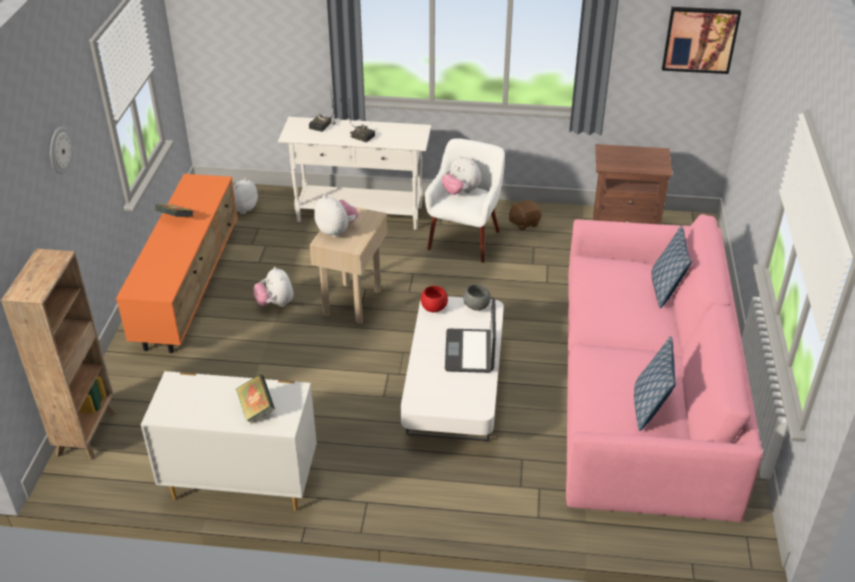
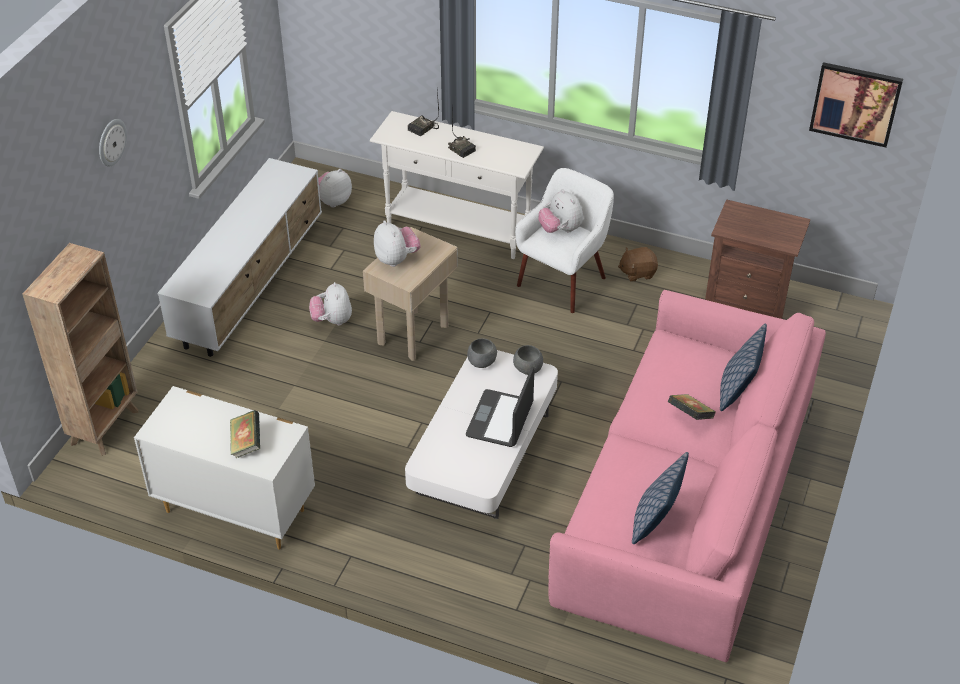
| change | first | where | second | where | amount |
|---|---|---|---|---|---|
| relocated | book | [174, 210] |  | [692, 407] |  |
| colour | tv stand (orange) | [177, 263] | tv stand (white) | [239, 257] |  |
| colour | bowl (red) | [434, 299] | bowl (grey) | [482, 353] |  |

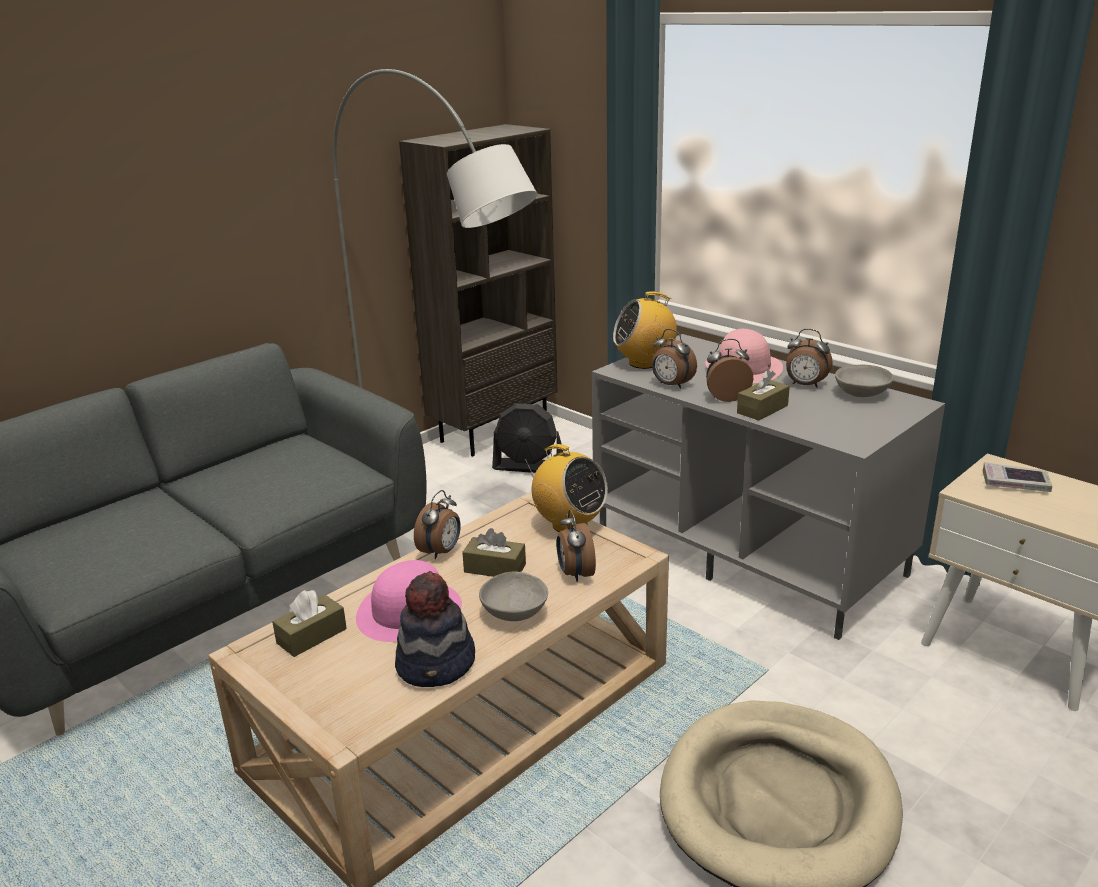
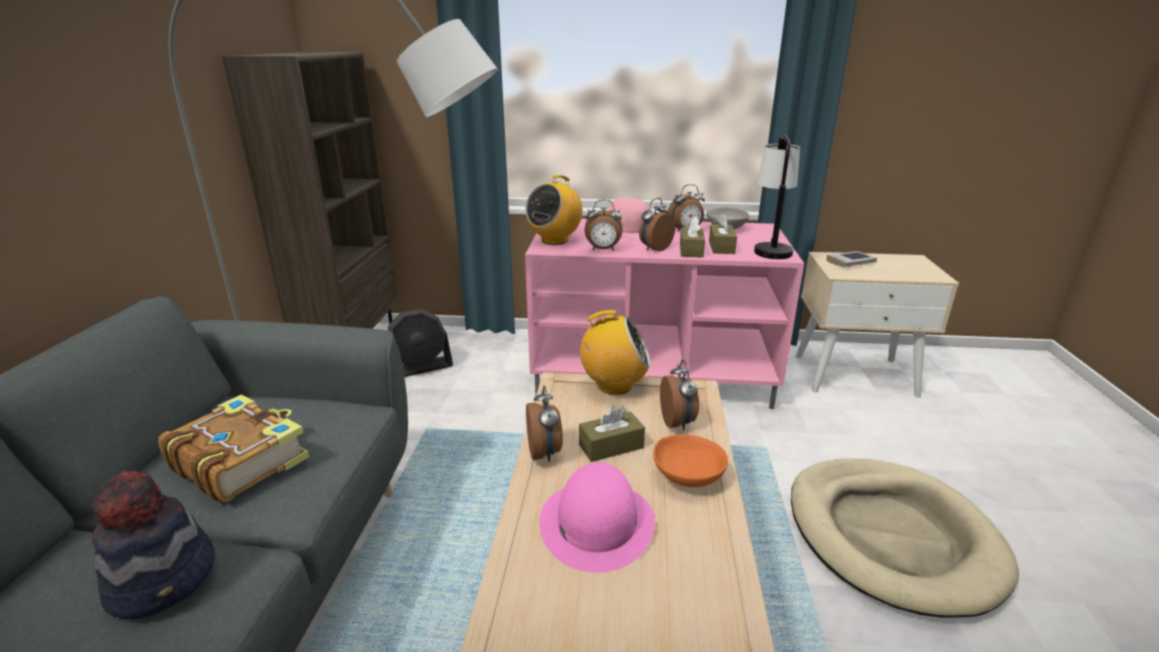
| change | first | where | second | where | amount |
|---|---|---|---|---|---|
| appeared |  |  | book | [233, 448] |  |
| appeared |  |  | table lamp | [777, 196] |  |
| relocated | tissue box (brown) | [309, 623] |  | [723, 233] |  |
| relocated | hat | [435, 629] |  | [153, 545] |  |
| colour | bowl (grey) | [513, 596] | bowl (orange) | [690, 461] |  |
| colour | tv stand (grey) | [768, 487] | tv stand (pink) | [664, 314] |  |
| spun | alarm clock | [576, 546] |  | [679, 395] | 135 degrees counterclockwise |

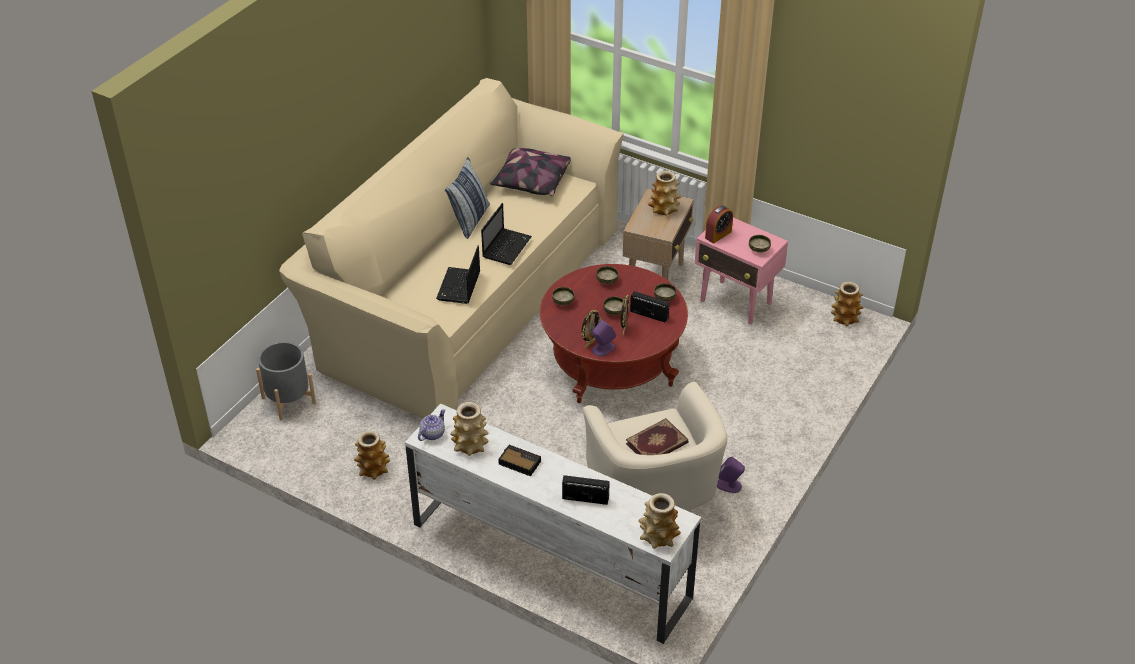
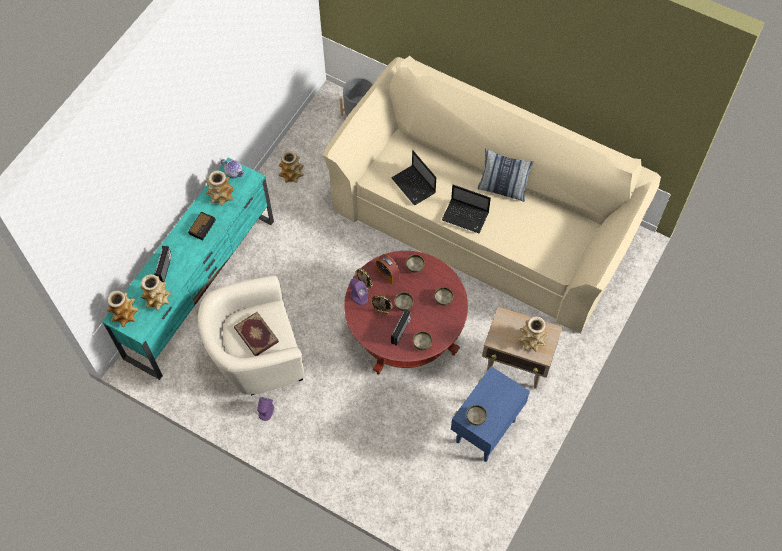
| change | first | where | second | where | amount |
|---|---|---|---|---|---|
| missing | pillow | [530, 172] |  |  |  |
| relocated | alarm clock | [719, 224] |  | [387, 269] |  |
| relocated | vase | [847, 304] |  | [155, 292] |  |
| colour | tv stand (white) | [553, 523] | tv stand (turquoise) | [188, 268] |  |
| colour | side table (pink) | [741, 271] | side table (blue) | [490, 414] |  |
| spun | laptop | [458, 274] |  | [413, 177] | 135 degrees counterclockwise |

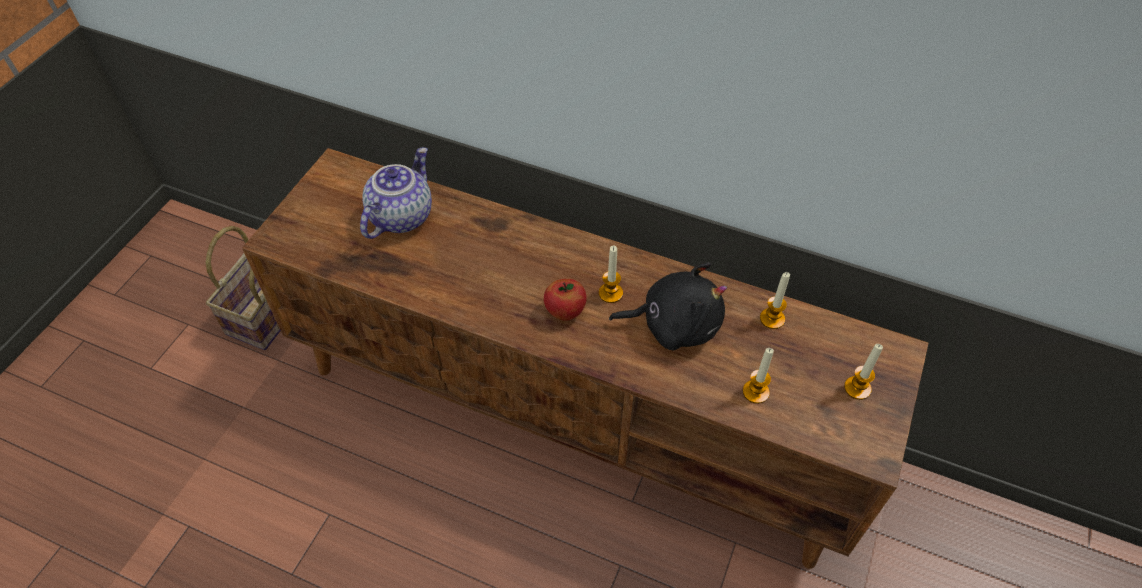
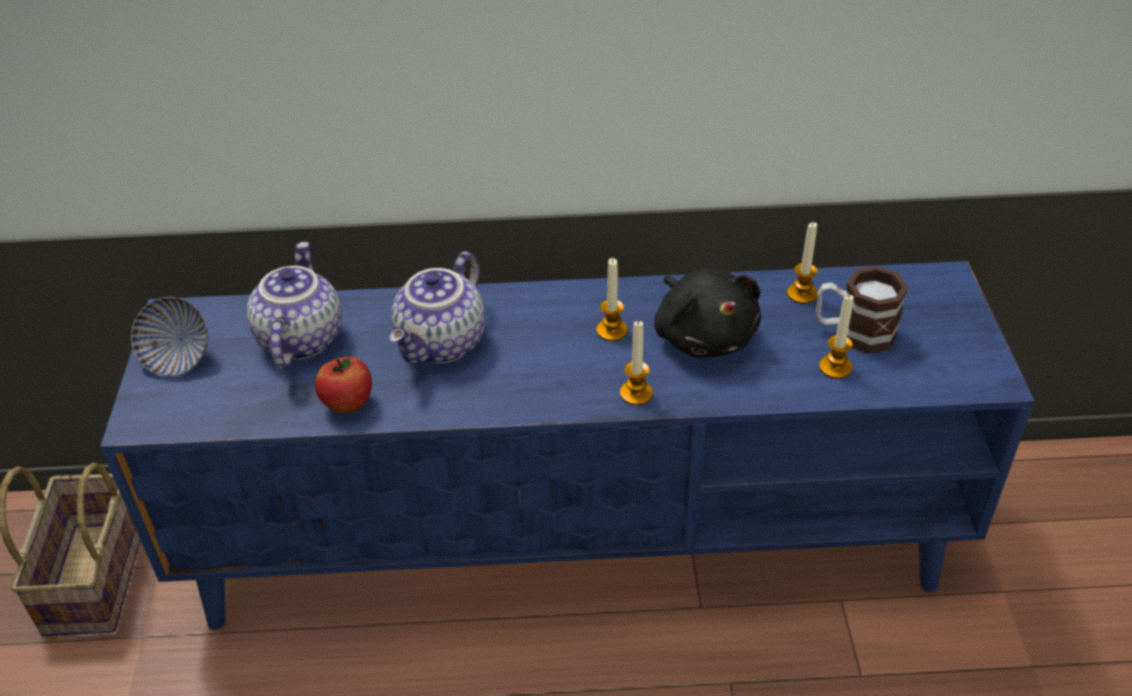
| change | first | where | second | where | amount |
|---|---|---|---|---|---|
| appeared |  |  | bowl | [169, 337] |  |
| appeared |  |  | teapot | [437, 307] |  |
| appeared |  |  | mug | [862, 310] |  |
| relocated | apple | [565, 300] |  | [343, 385] |  |
| relocated | candle | [863, 372] |  | [636, 362] |  |
| colour | tv stand (brown) | [585, 358] | tv stand (blue) | [567, 445] |  |
| spun | plush toy (black) | [668, 306] |  | [707, 313] | 90 degrees clockwise |

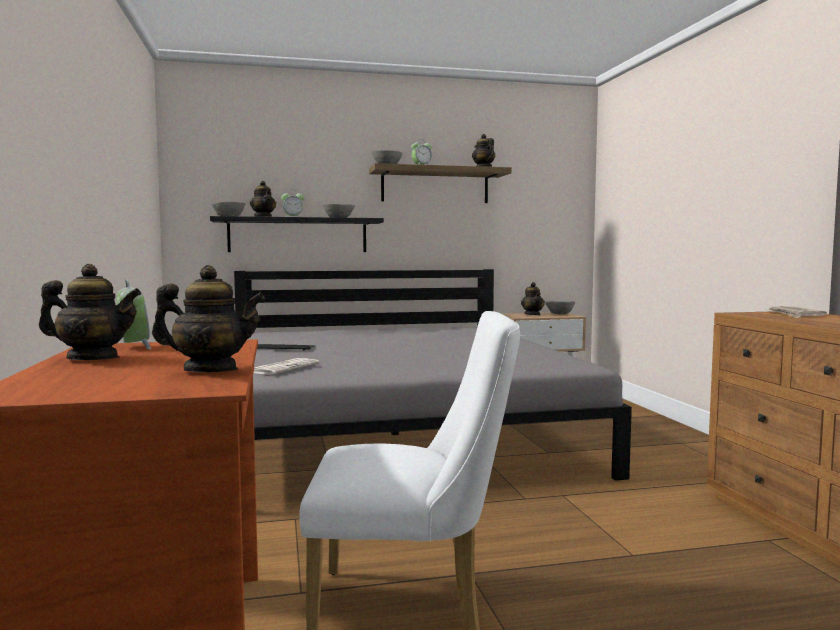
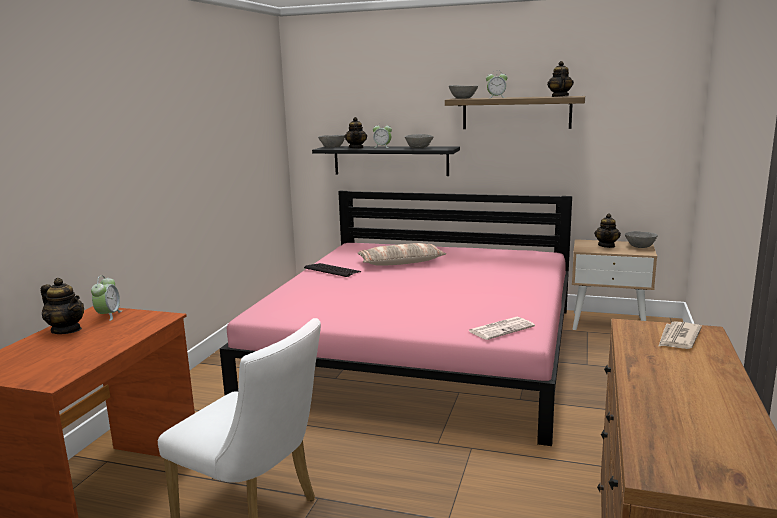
| change | first | where | second | where | amount |
|---|---|---|---|---|---|
| missing | teapot | [208, 318] |  |  |  |
| appeared |  |  | pillow | [402, 254] |  |
| relocated | newspaper | [287, 366] |  | [502, 328] |  |
| colour | bed (grey) | [433, 375] | bed (pink) | [396, 318] |  |

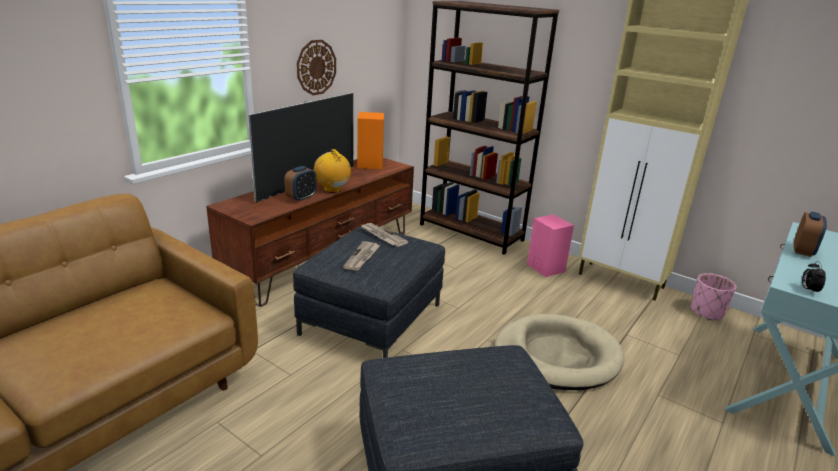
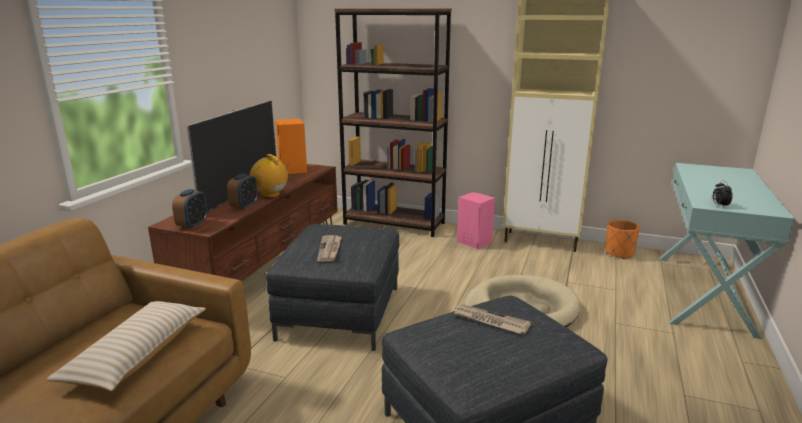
| change | first | where | second | where | amount |
|---|---|---|---|---|---|
| missing | wall clock | [316, 67] |  |  |  |
| appeared |  |  | pillow (beige) | [126, 346] |  |
| relocated | newspaper | [384, 235] |  | [491, 319] |  |
| relocated | alarm clock | [810, 234] |  | [190, 209] |  |
| colour | planter (pink) | [713, 296] | planter (orange) | [622, 239] |  |

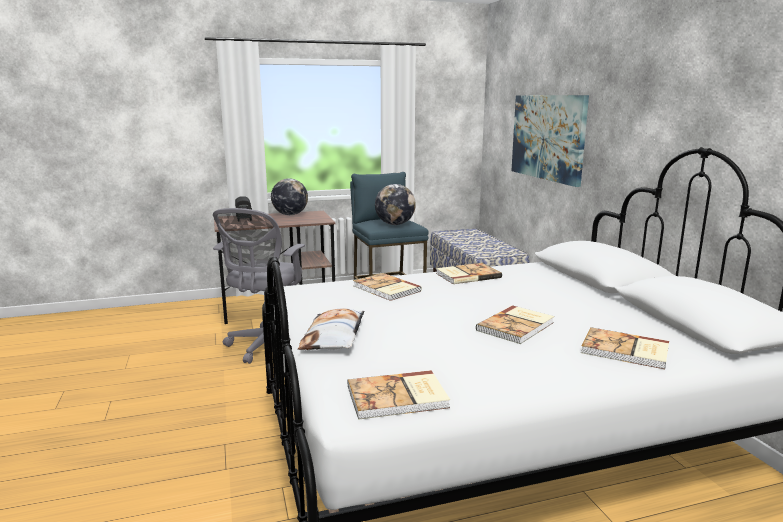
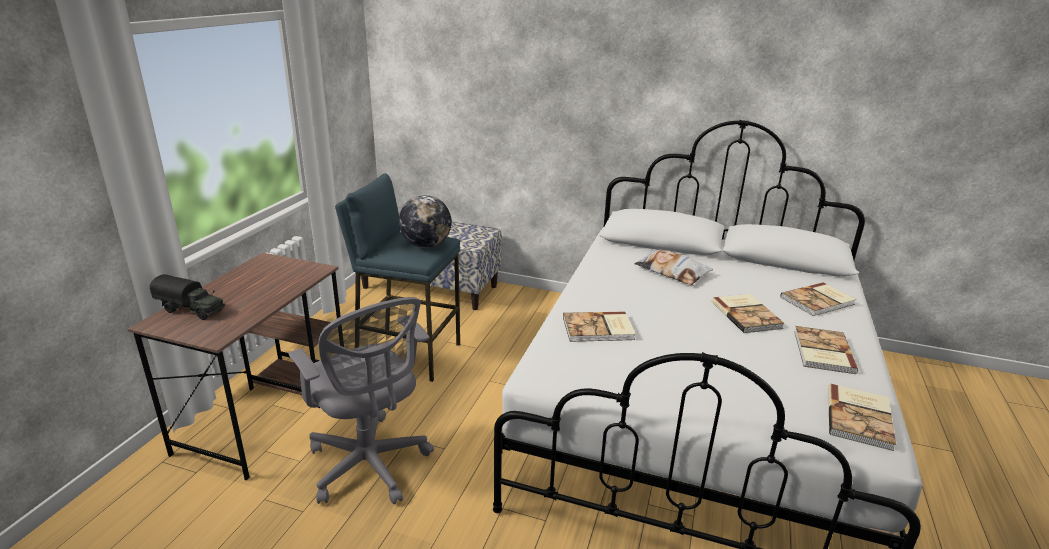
| change | first | where | second | where | amount |
|---|---|---|---|---|---|
| missing | globe | [289, 196] |  |  |  |
| missing | picture | [550, 141] |  |  |  |
| relocated | pillow | [331, 329] |  | [673, 267] |  |
| relocated | book | [469, 273] |  | [826, 350] |  |

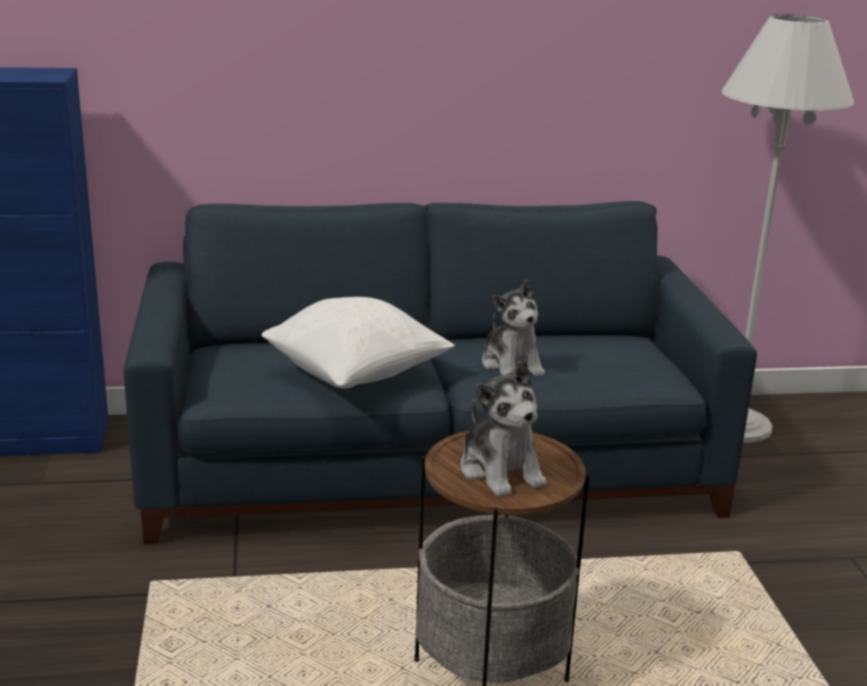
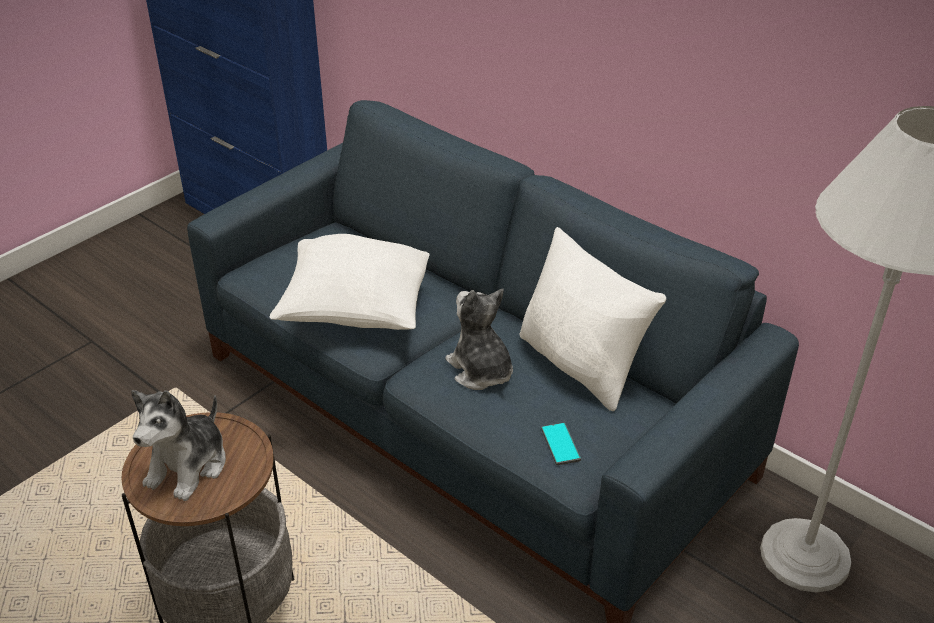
| change | first | where | second | where | amount |
|---|---|---|---|---|---|
| appeared |  |  | pillow (white) | [593, 319] |  |
| appeared |  |  | phone | [561, 443] |  |
| spun | plush toy | [513, 328] |  | [479, 339] | 120 degrees clockwise |

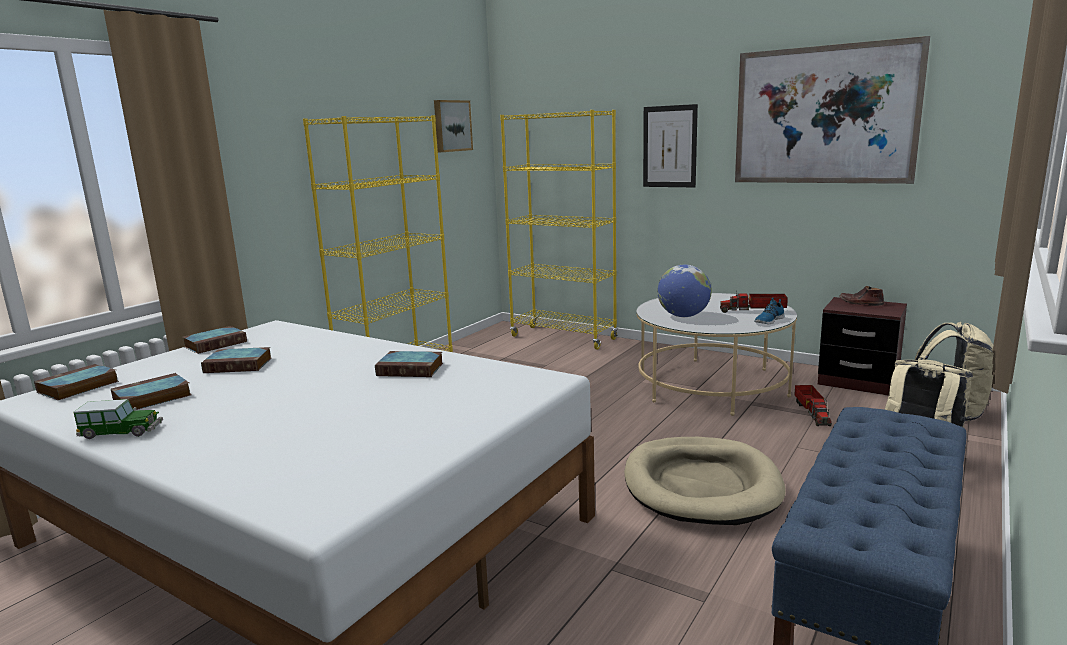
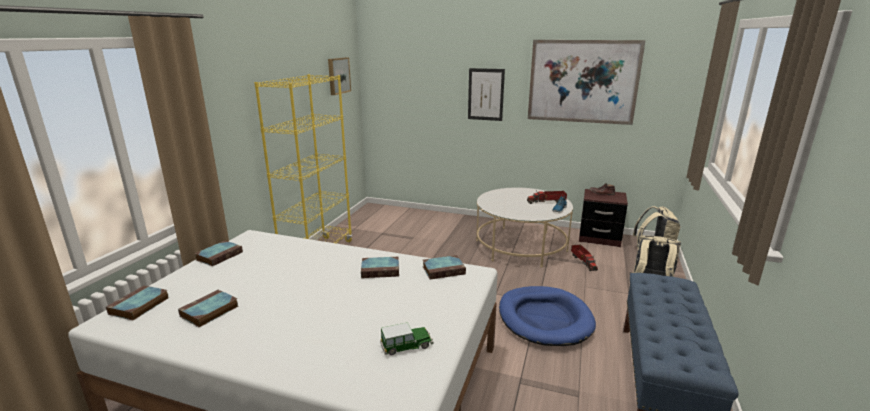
| change | first | where | second | where | amount |
|---|---|---|---|---|---|
| missing | bookcase (yellow) | [559, 230] |  |  |  |
| missing | globe | [684, 290] |  |  |  |
| relocated | toy car | [118, 419] |  | [407, 338] |  |
| relocated | book | [236, 360] |  | [444, 267] |  |
| colour | dog bed (beige) | [704, 481] | dog bed (blue) | [547, 316] |  |

